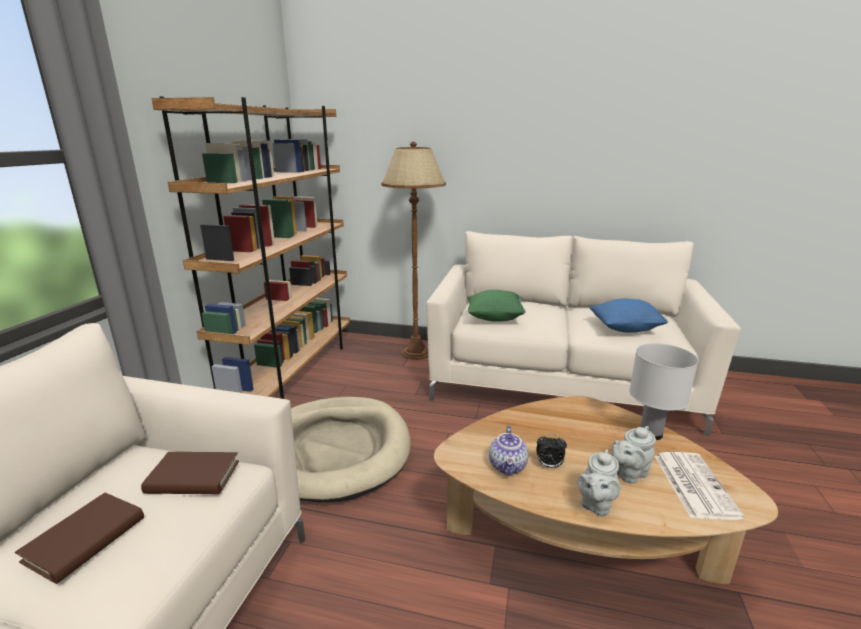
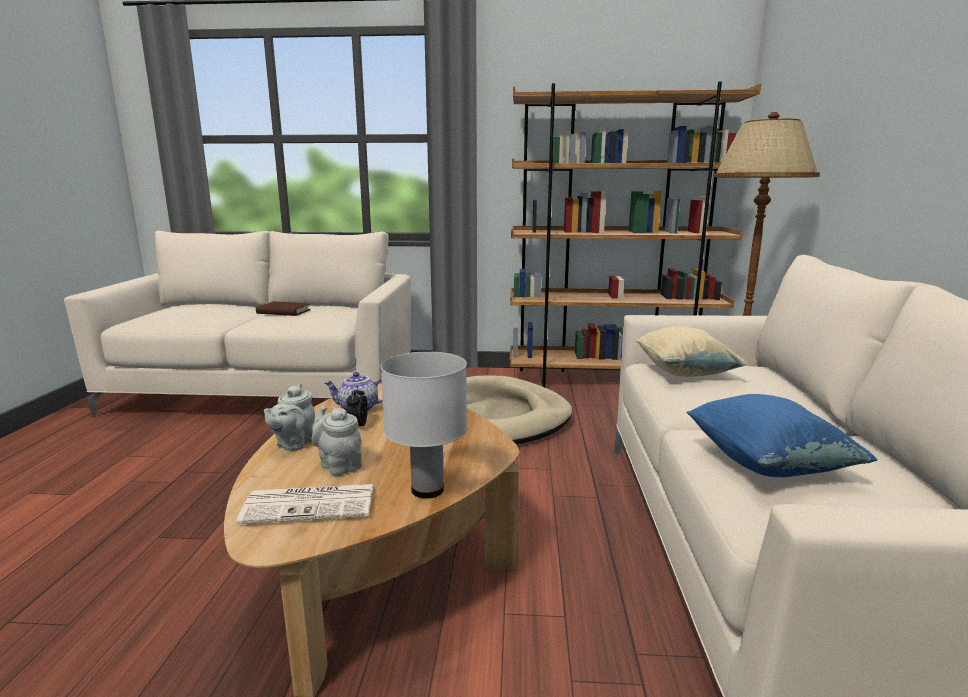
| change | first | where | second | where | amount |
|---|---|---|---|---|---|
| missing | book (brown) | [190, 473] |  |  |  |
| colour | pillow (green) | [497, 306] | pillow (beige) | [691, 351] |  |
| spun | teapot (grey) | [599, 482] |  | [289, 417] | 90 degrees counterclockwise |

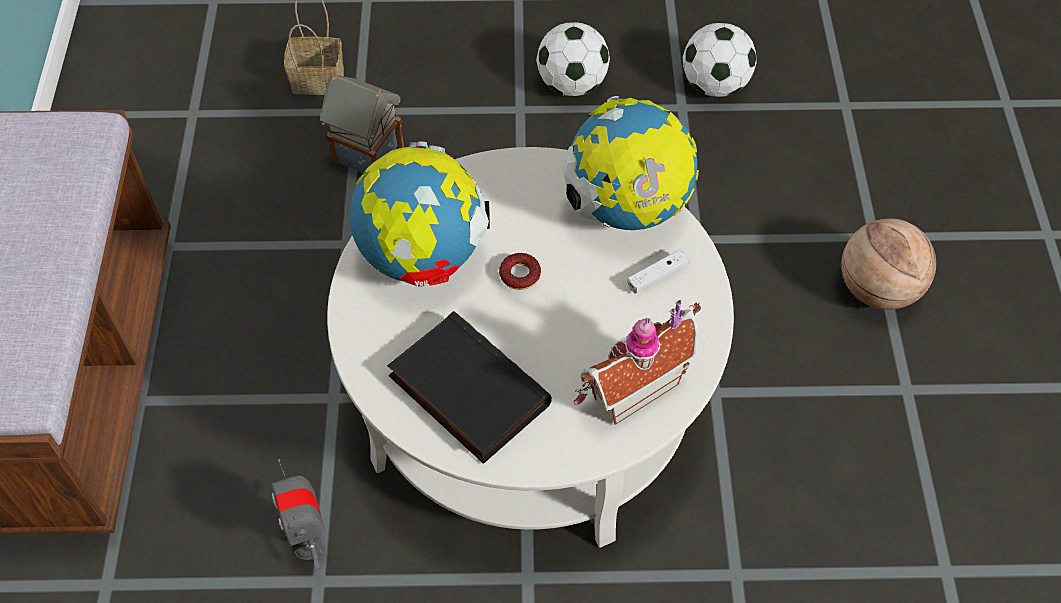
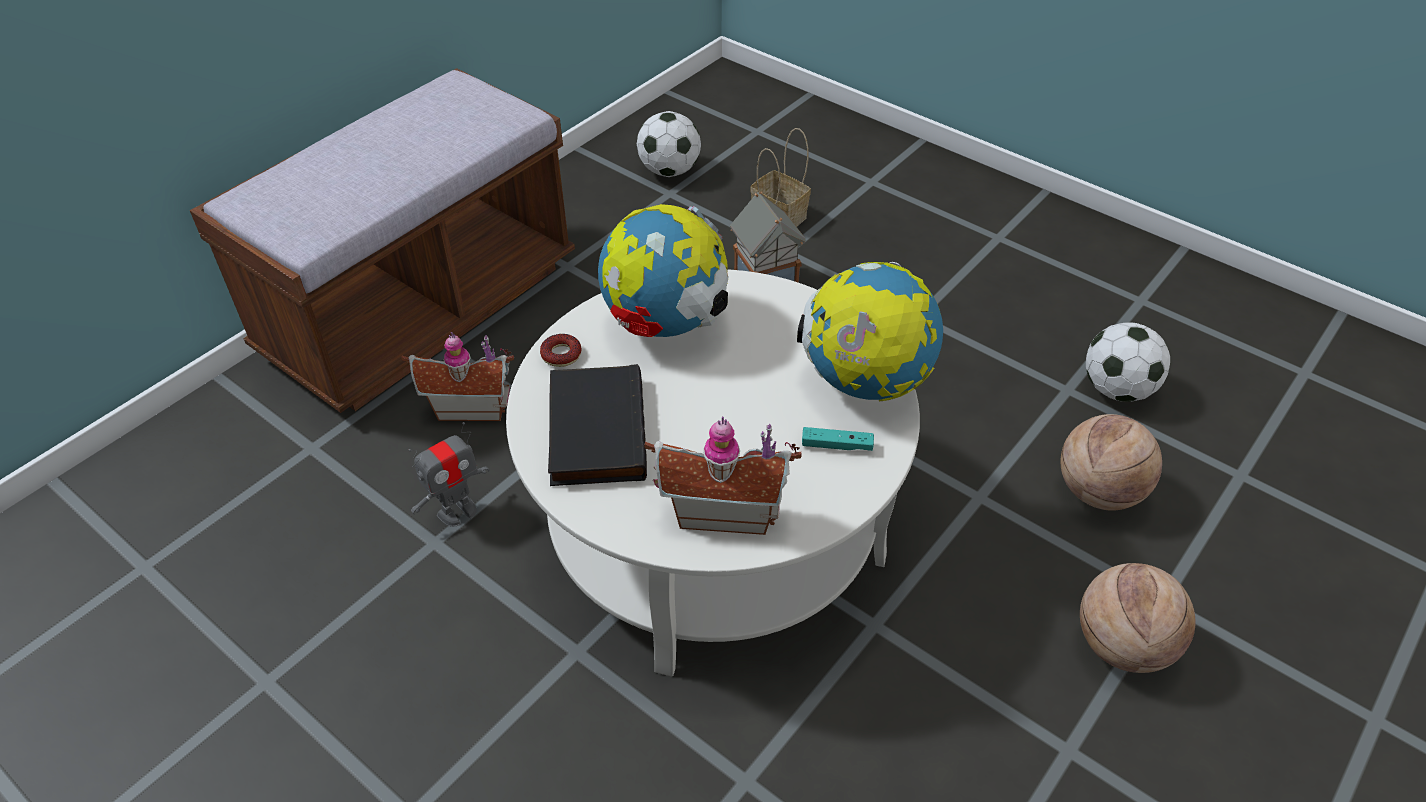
| change | first | where | second | where | amount |
|---|---|---|---|---|---|
| appeared |  |  | toy house | [457, 376] |  |
| appeared |  |  | basketball | [1111, 462] |  |
| relocated | donut | [520, 271] |  | [561, 350] |  |
| relocated | football | [573, 59] |  | [669, 144] |  |
| colour | game controller (white) | [658, 271] | game controller (turquoise) | [838, 439] |  |
| spun | toy robot | [298, 514] |  | [448, 474] | 150 degrees counterclockwise |

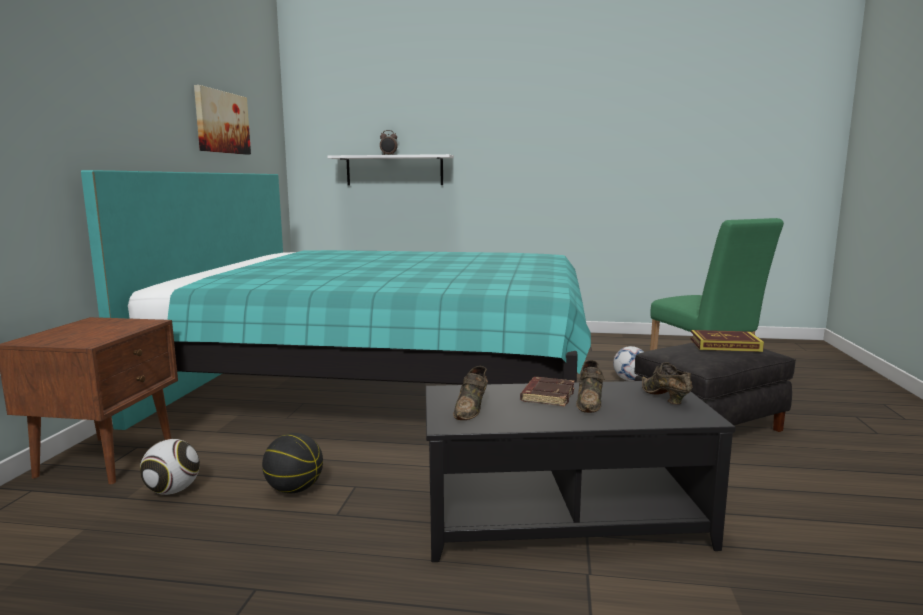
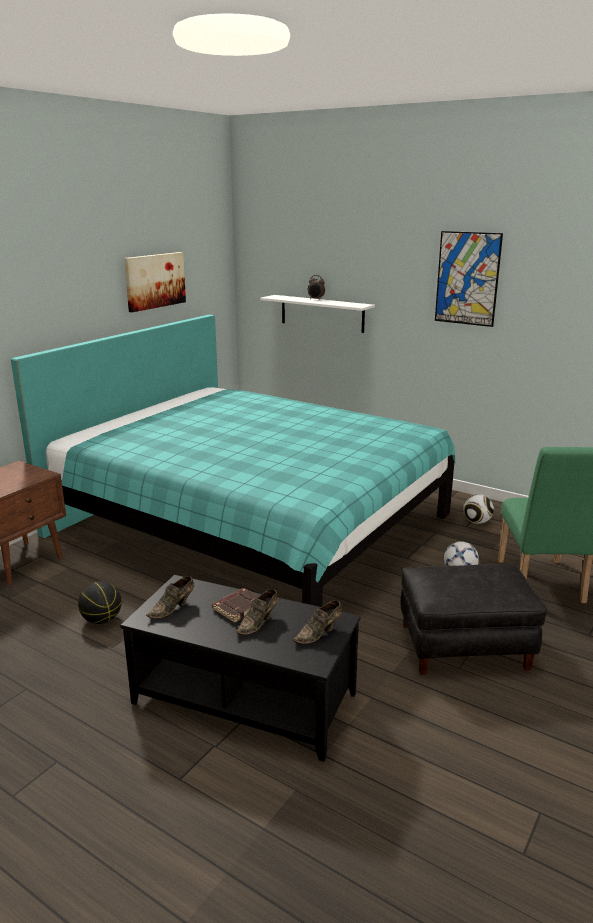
| change | first | where | second | where | amount |
|---|---|---|---|---|---|
| missing | book | [727, 341] |  |  |  |
| appeared |  |  | picture | [469, 279] |  |
| relocated | football | [170, 467] |  | [478, 509] |  |
| spun | shoe (brown) | [667, 383] |  | [317, 622] | 135 degrees counterclockwise |

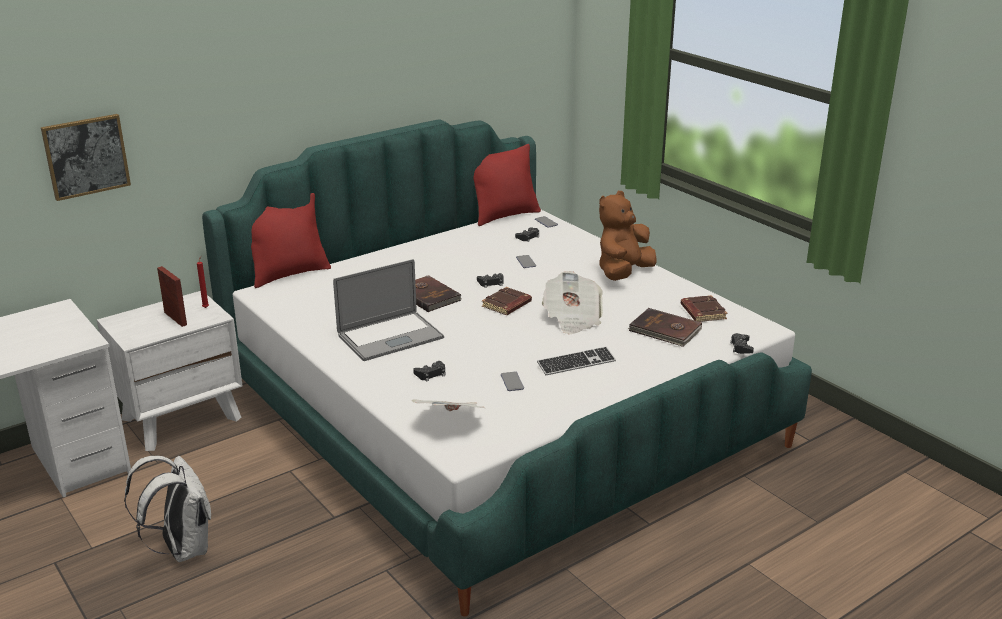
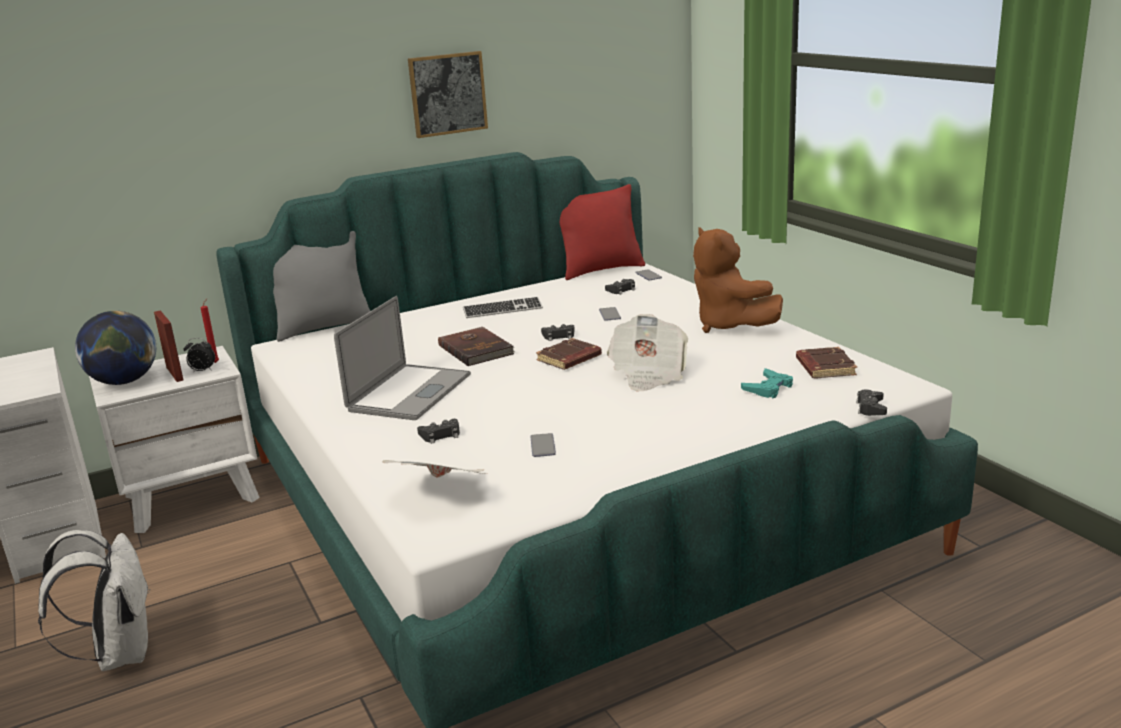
| change | first | where | second | where | amount |
|---|---|---|---|---|---|
| appeared |  |  | globe | [115, 348] |  |
| appeared |  |  | alarm clock | [199, 355] |  |
| relocated | picture | [86, 157] |  | [448, 94] |  |
| relocated | keyboard | [576, 361] |  | [503, 307] |  |
| exchanged | book (brown) | [665, 327] | game controller (turquoise) | [767, 383] |  |
| colour | pillow (red) | [291, 240] | pillow (grey) | [321, 286] |  |
| spun | laptop | [388, 310] |  | [402, 358] | 45 degrees counterclockwise |
| spun | plush toy (brown) | [628, 236] |  | [738, 280] | 75 degrees counterclockwise |

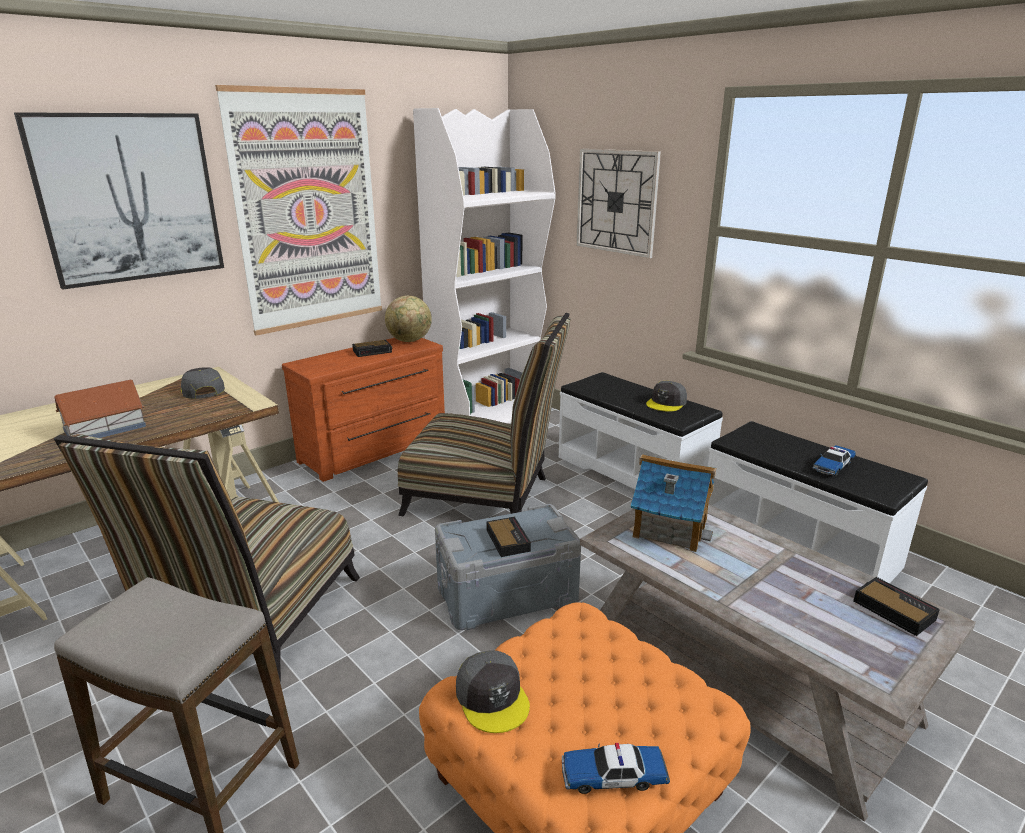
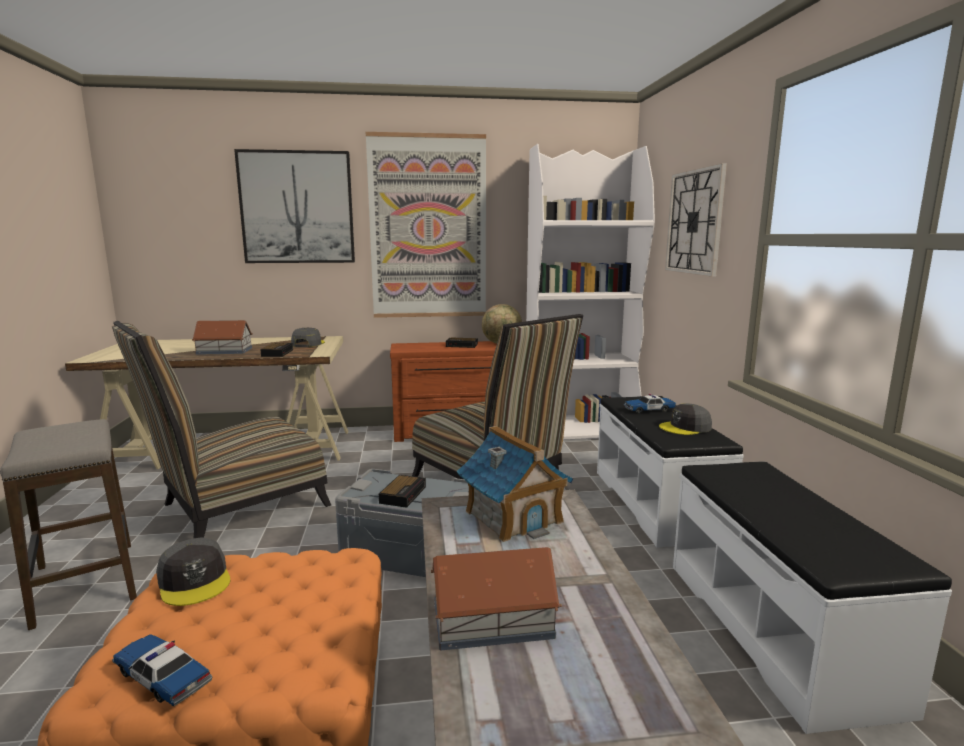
| change | first | where | second | where | amount |
|---|---|---|---|---|---|
| appeared |  |  | toy house | [496, 599] |  |
| relocated | toy car | [834, 460] |  | [650, 403] |  |
| relocated | alarm clock | [896, 606] |  | [276, 350] |  |
| spun | cap (grey) | [493, 692] |  | [193, 571] | 45 degrees counterclockwise |

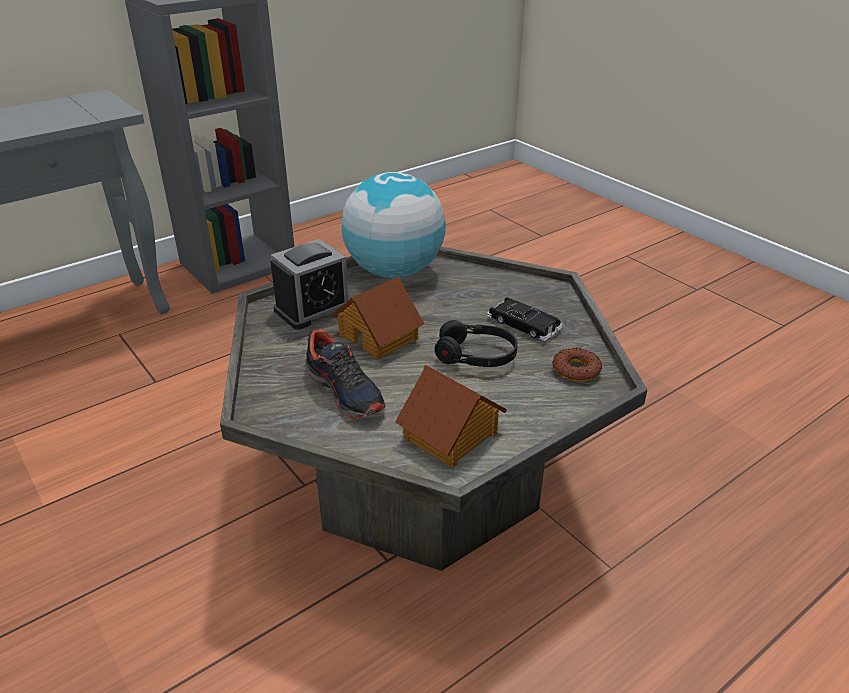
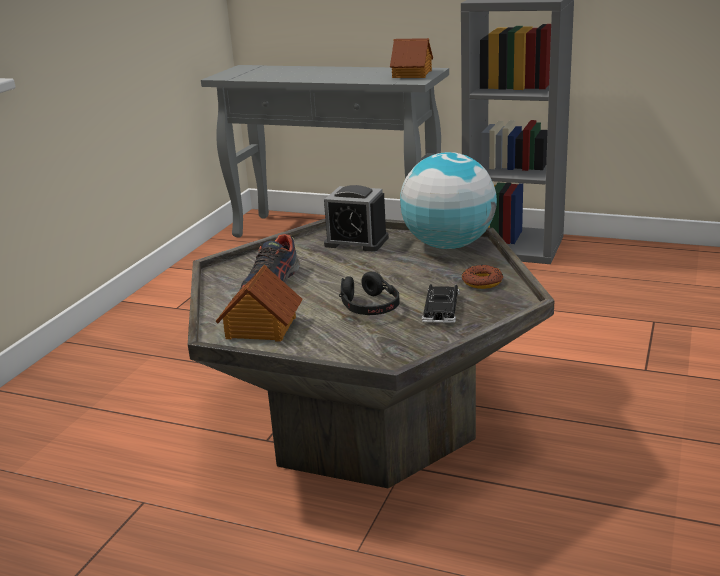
| change | first | where | second | where | amount |
|---|---|---|---|---|---|
| relocated | toy house | [377, 318] |  | [411, 58] |  |
| relocated | donut | [577, 365] |  | [482, 277] |  |

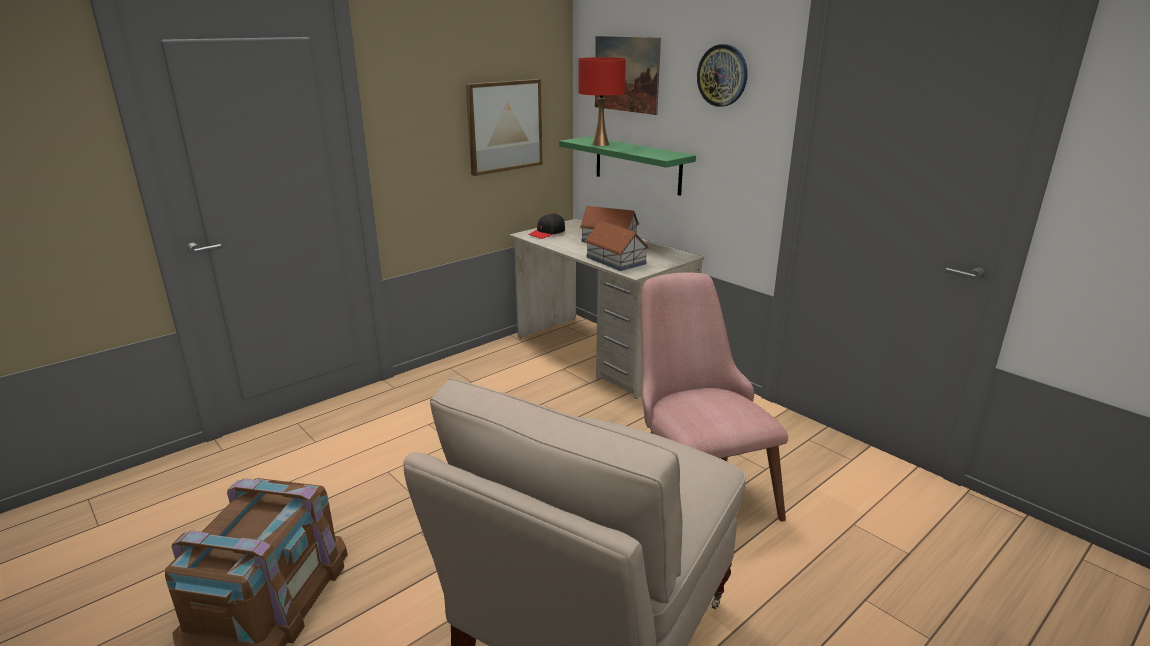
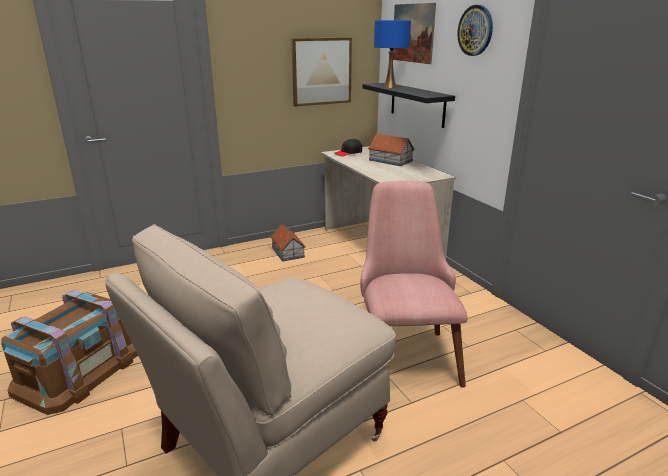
| change | first | where | second | where | amount |
|---|---|---|---|---|---|
| relocated | toy house | [617, 245] |  | [288, 243] |  |
| colour | shelf (green) | [627, 166] | shelf (black) | [408, 105] |  |
| colour | table lamp (red) | [602, 101] | table lamp (blue) | [392, 54] |  |

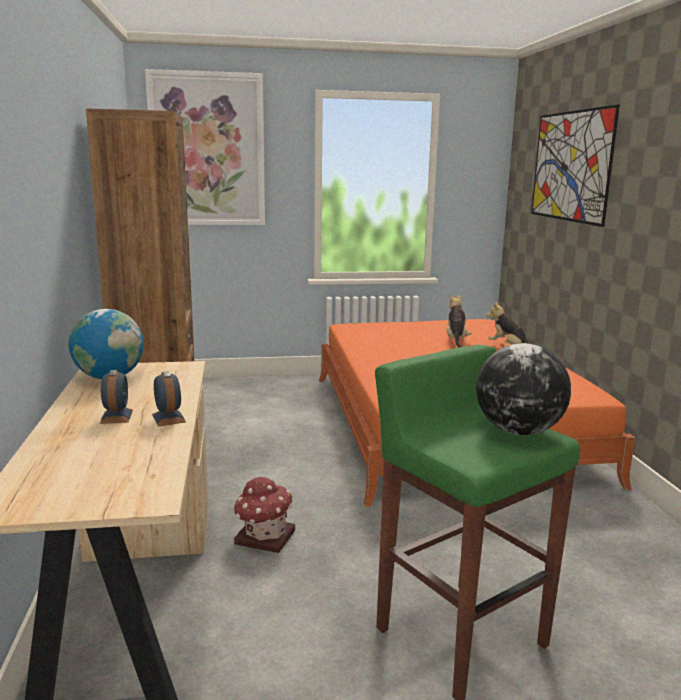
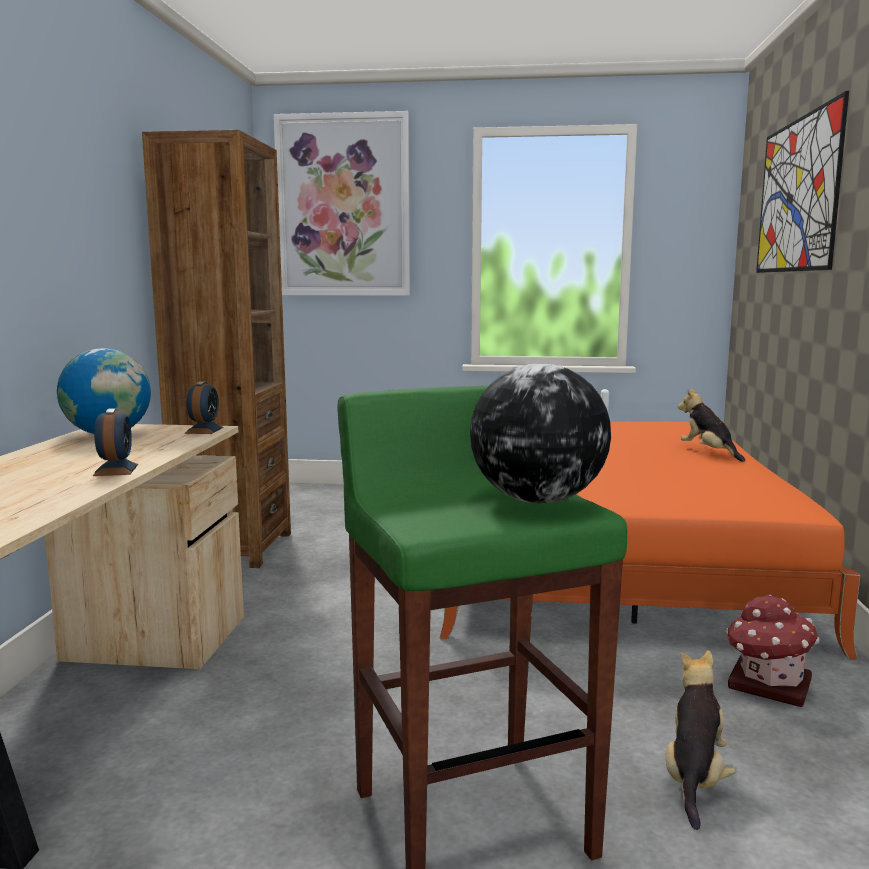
| change | first | where | second | where | amount |
|---|---|---|---|---|---|
| relocated | alarm clock | [116, 397] |  | [204, 408] |  |
| relocated | toy house | [264, 514] |  | [773, 651] |  |
| relocated | plush toy | [459, 321] |  | [701, 740] |  |

